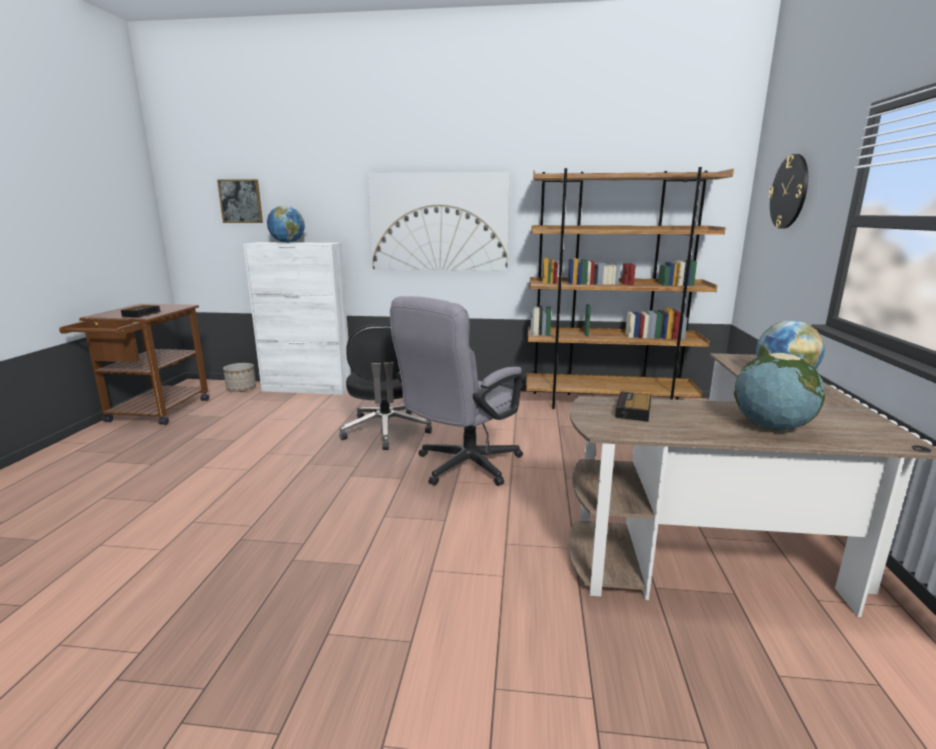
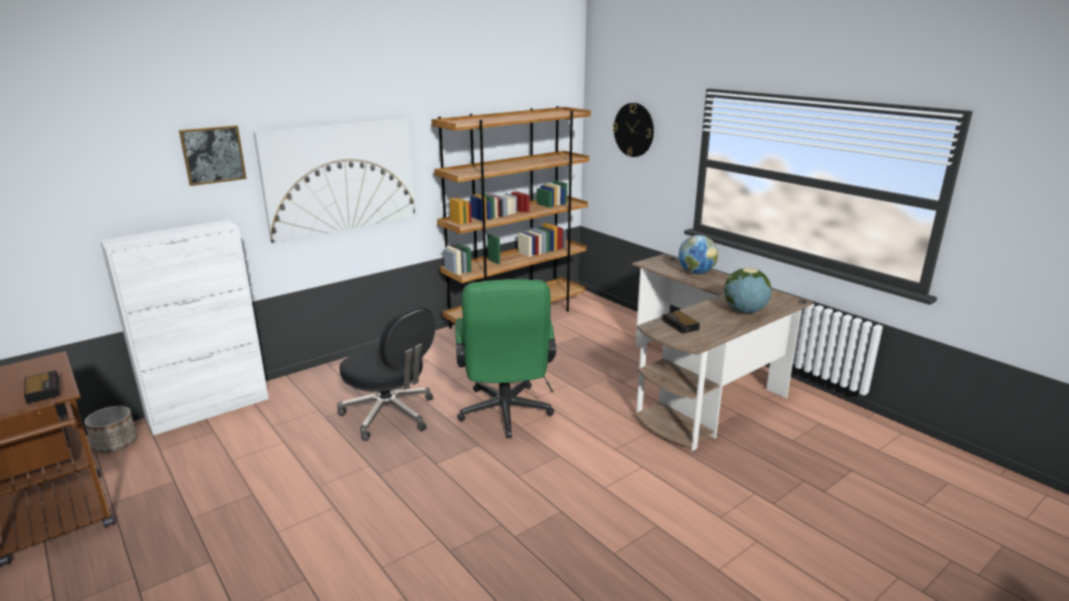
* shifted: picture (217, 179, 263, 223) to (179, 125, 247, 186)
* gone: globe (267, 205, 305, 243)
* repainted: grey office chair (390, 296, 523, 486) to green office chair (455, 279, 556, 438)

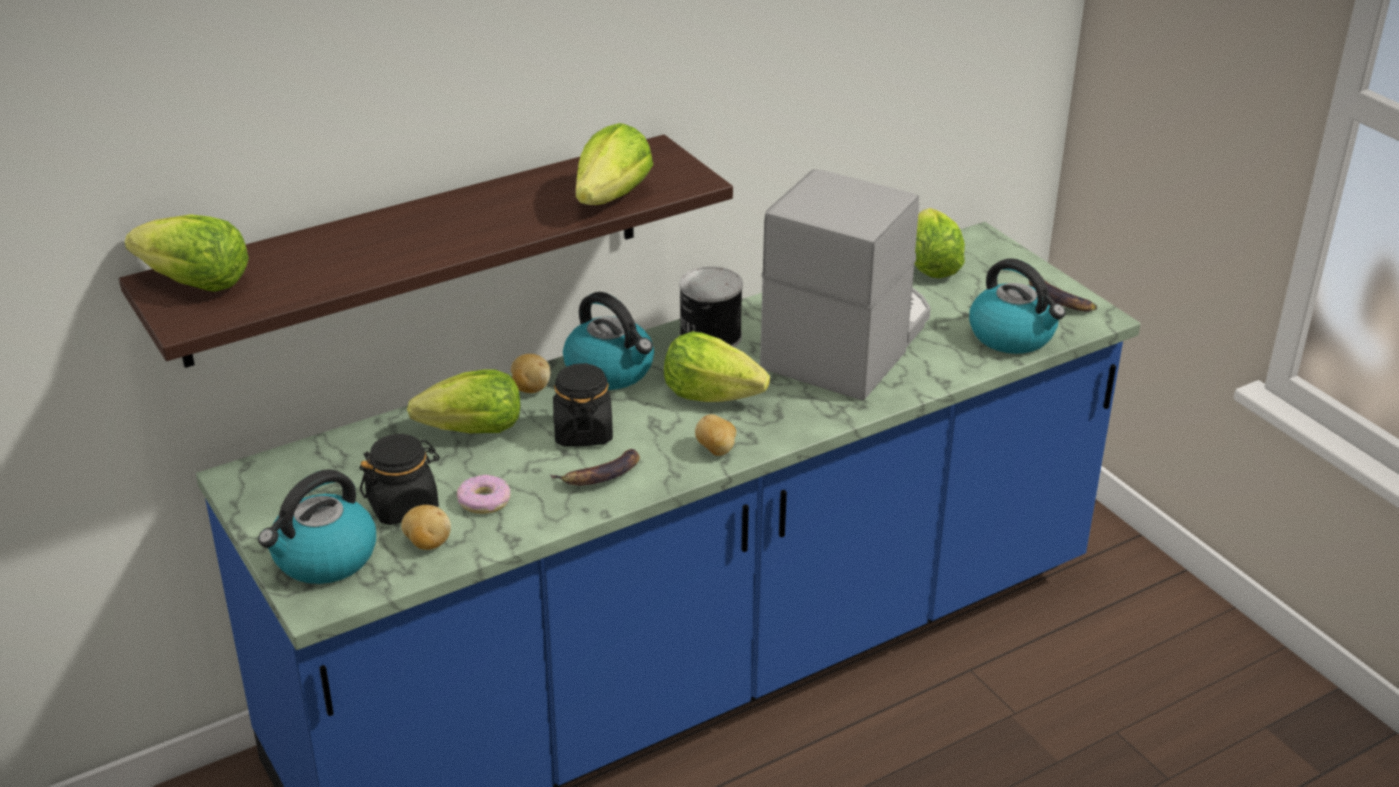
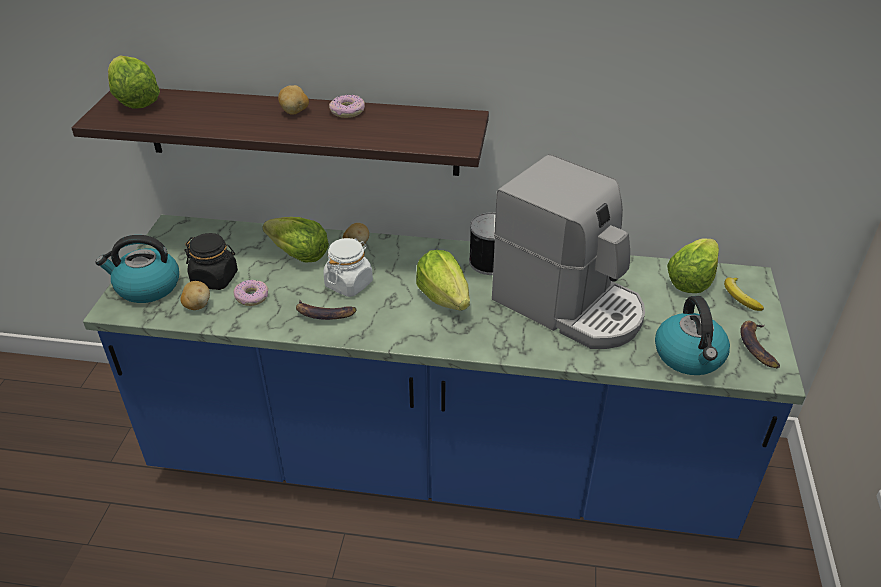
* repainted: black jar (553, 363, 613, 446) to white jar (323, 238, 373, 297)
* gone: kettle (563, 292, 654, 390)
* gone: lettuce (576, 123, 653, 205)
* shifted: potato (695, 414, 736, 456) to (278, 85, 309, 115)
* rotated: coffee machine (760, 169, 931, 401) = (492, 154, 645, 349) 60 degrees clockwise
* new: donut (329, 95, 365, 118)
* new: banana (724, 277, 764, 311)

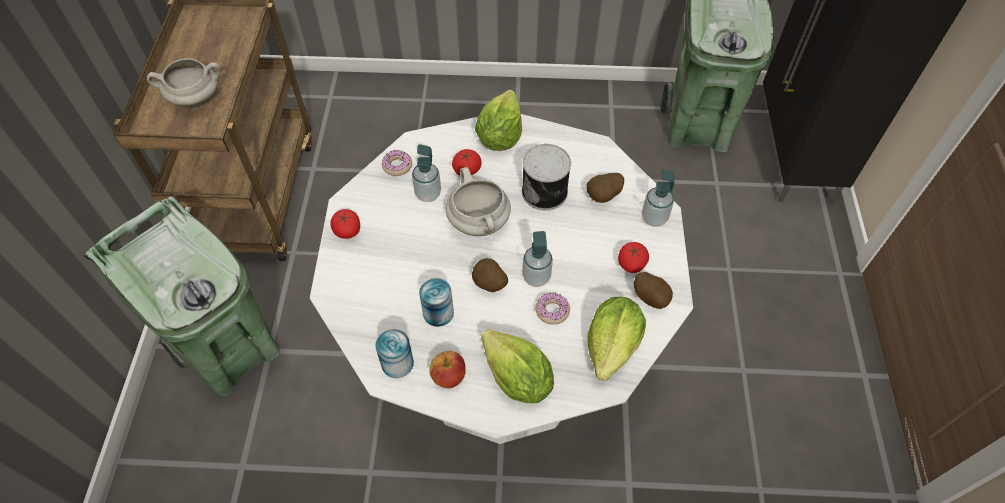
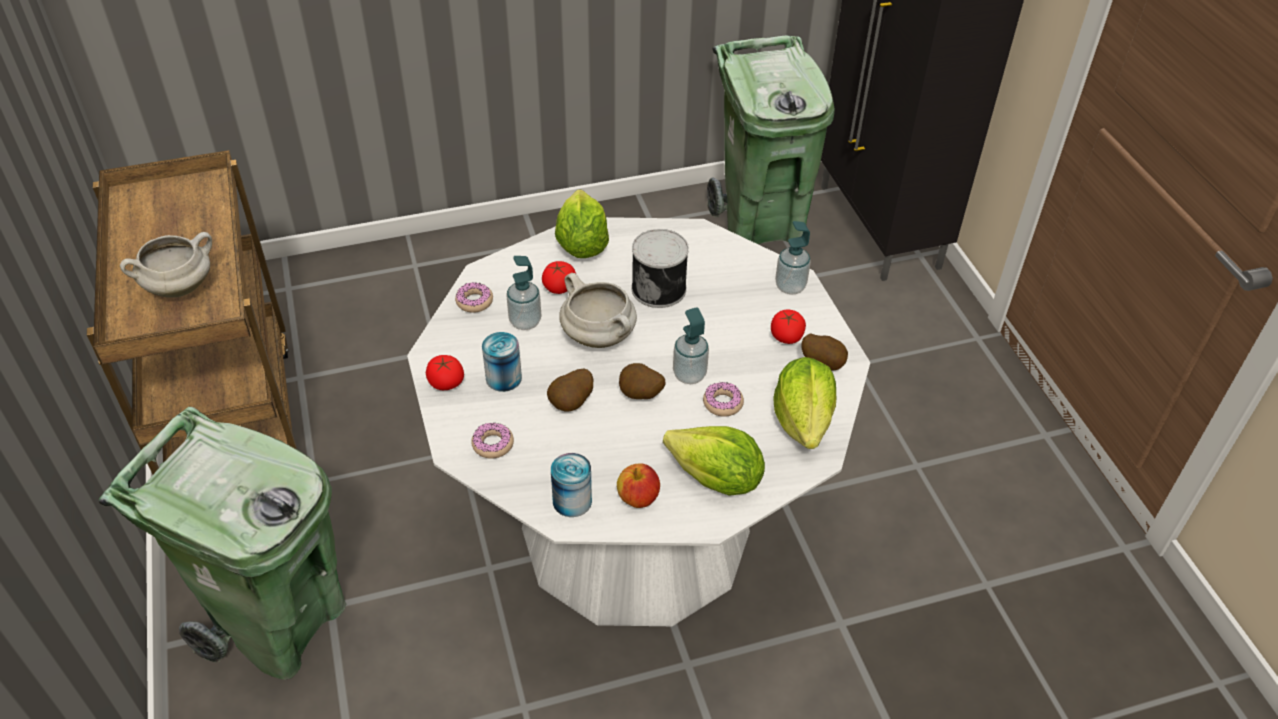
* shifted: can (419, 278, 454, 327) to (482, 332, 522, 392)
* shifted: potato (586, 173, 624, 203) to (547, 368, 593, 412)
* new: donut (471, 422, 514, 459)

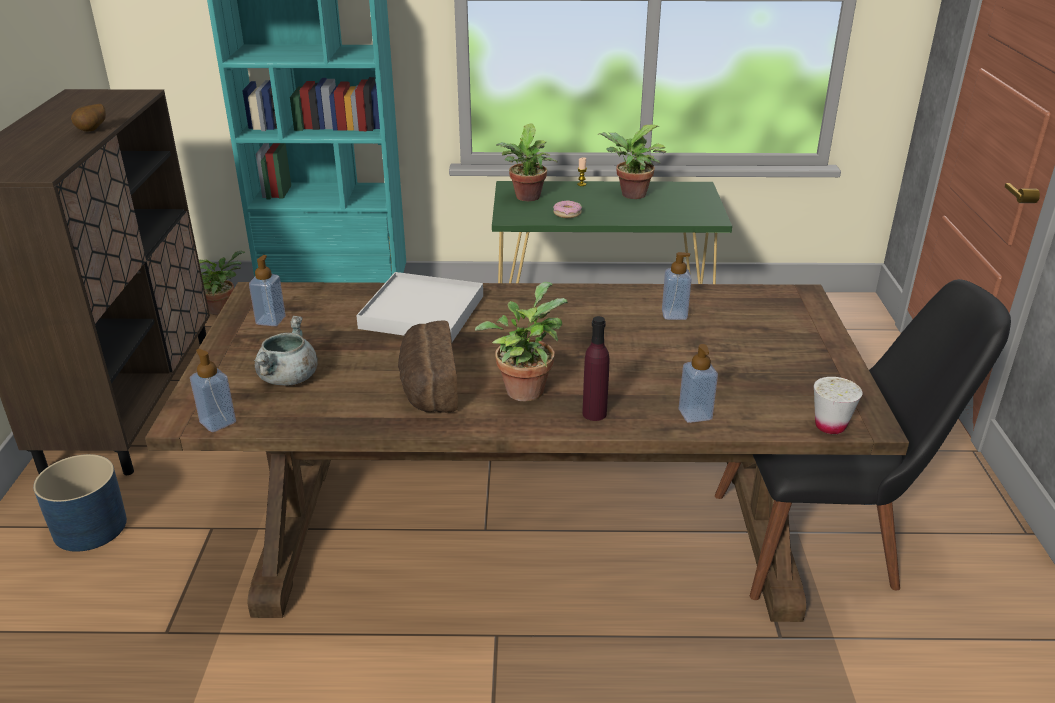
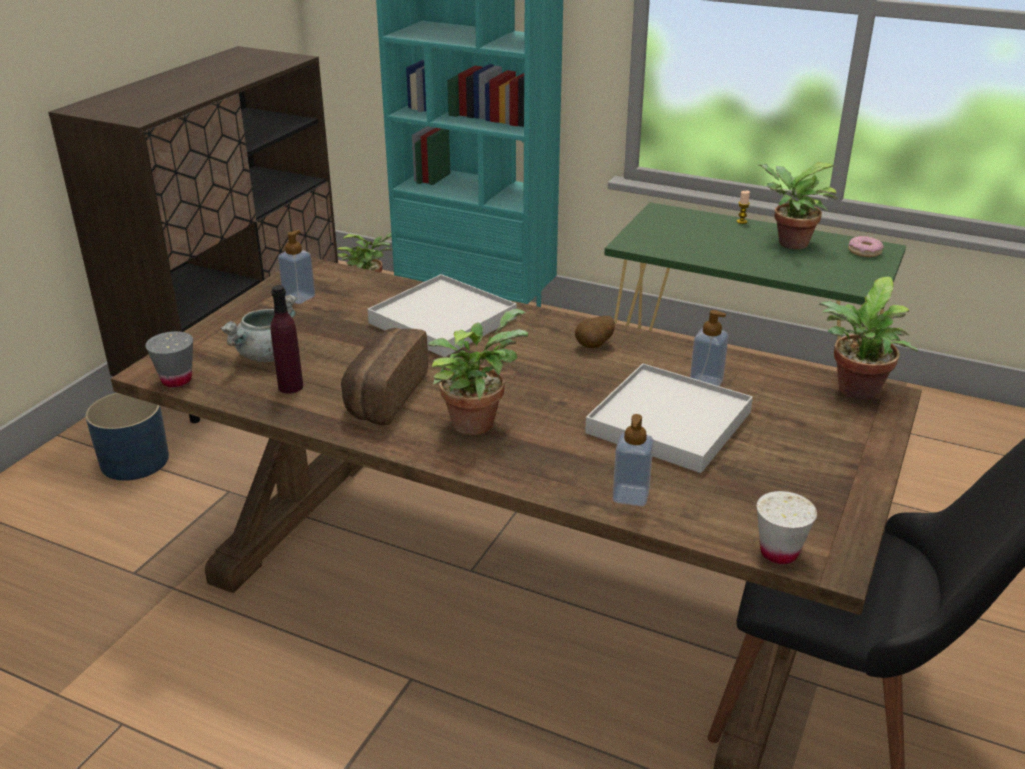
* shifted: potato (71, 104, 106, 131) to (575, 316, 615, 348)
* swapped: soap dispenser (190, 349, 236, 432) to grey cup (145, 331, 193, 387)
* shifted: potted plant (496, 124, 558, 201) to (819, 276, 918, 400)
* shifted: donut (553, 200, 582, 218) to (848, 236, 884, 257)
* shifted: purple bottle (582, 316, 609, 421) to (271, 285, 303, 394)
* new: white tray (585, 363, 753, 473)

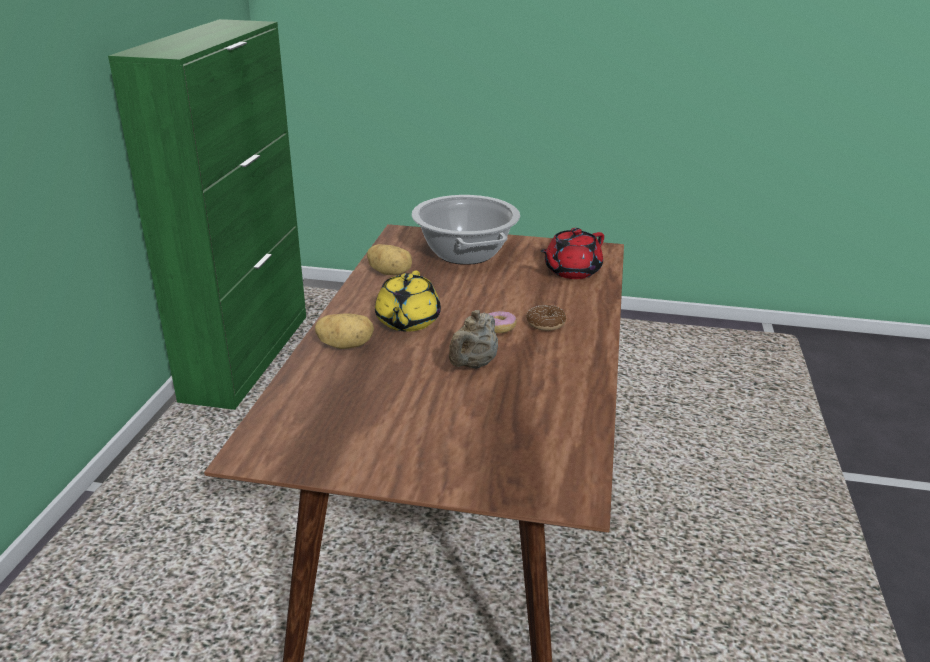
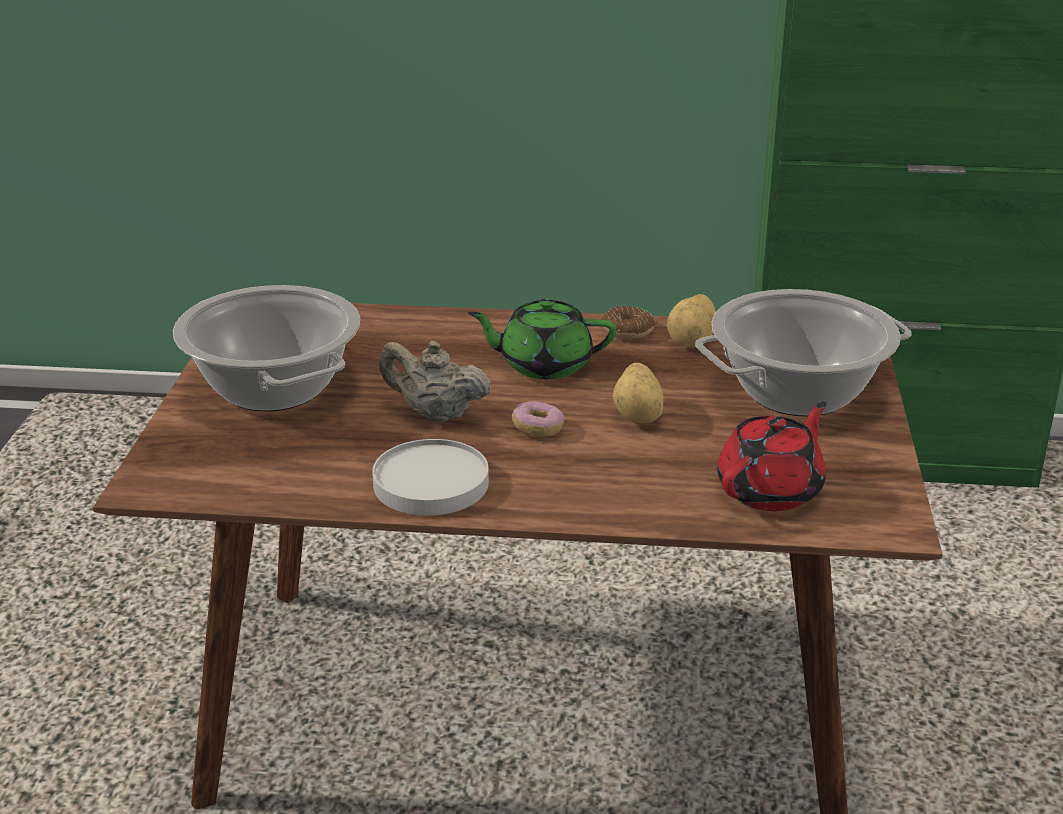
* shifted: potato (315, 313, 374, 349) to (612, 363, 664, 423)
* repainted: yellow teapot (375, 271, 441, 332) to green teapot (468, 298, 616, 379)
* shifted: donut (526, 305, 566, 331) to (602, 306, 655, 339)
* rotated: red teapot (541, 228, 604, 279) = (717, 401, 827, 511) 90 degrees clockwise
* new: cooking pot (173, 285, 360, 412)
* new: white plate (372, 439, 489, 516)

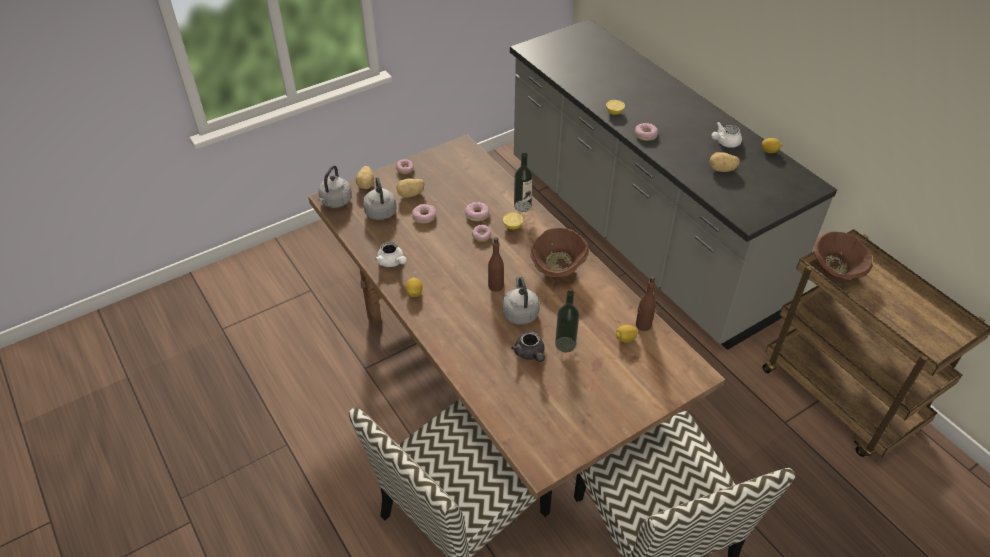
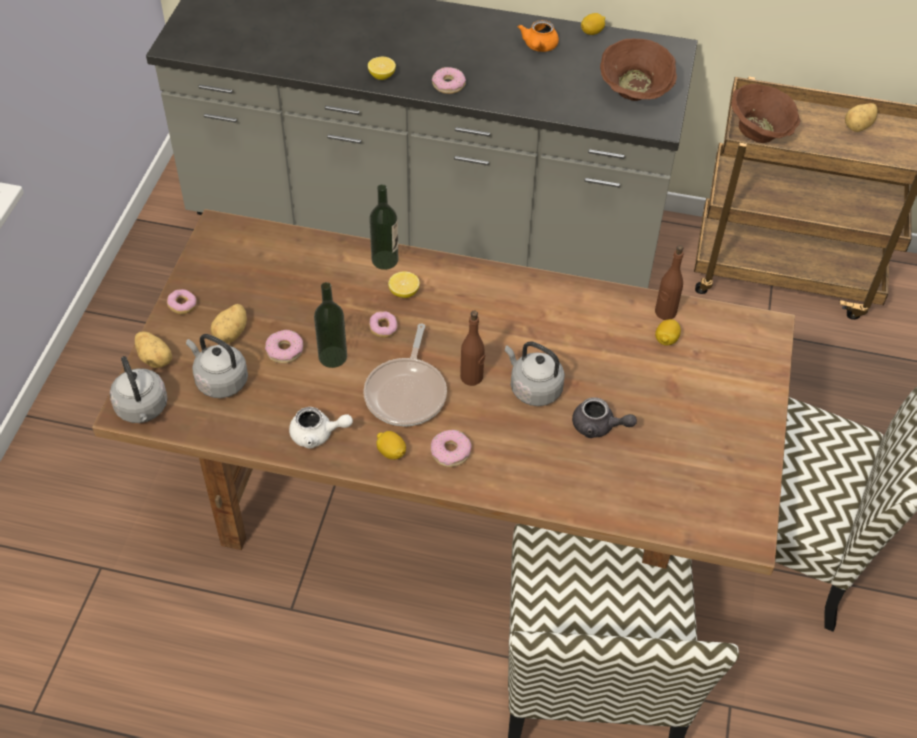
* shifted: donut (465, 202, 489, 221) to (430, 430, 472, 467)
* shifted: brown bowl (531, 228, 589, 277) to (600, 39, 677, 101)
* shifted: bottle (555, 290, 579, 352) to (314, 282, 347, 368)
* shifted: potato (710, 152, 740, 172) to (845, 103, 878, 132)
* repainted: white teapot (711, 122, 742, 148) to orange teapot (518, 20, 559, 52)
* new: frying pan (363, 324, 447, 427)

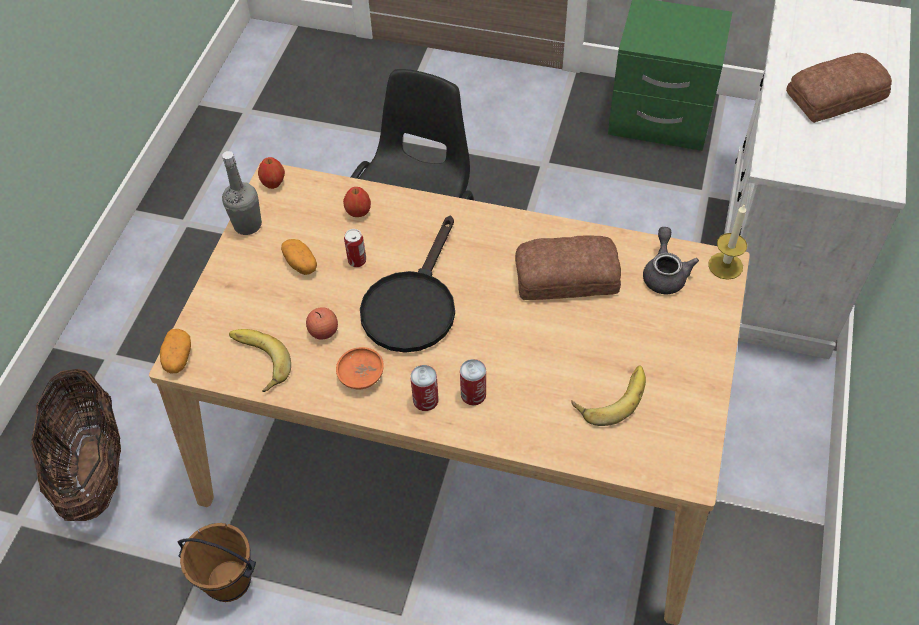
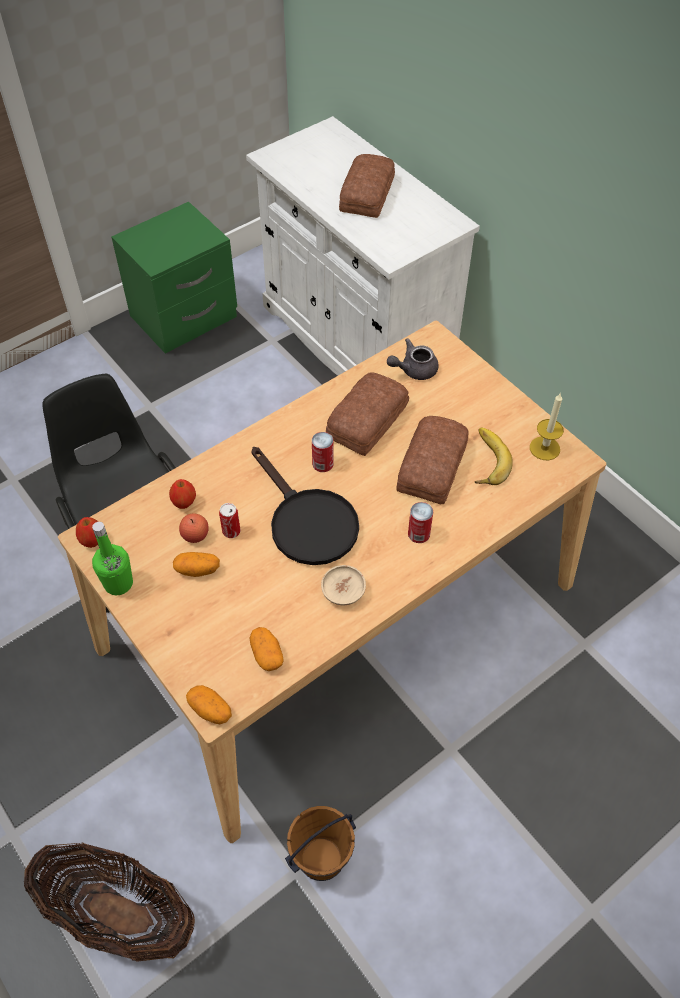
* repainted: grey bottle (222, 151, 262, 235) to green bottle (92, 522, 133, 595)
* swapped: banana (229, 329, 291, 392) to potato (249, 627, 284, 671)
* shifted: apple (306, 307, 338, 340) to (179, 513, 209, 543)
* repainted: orange bowl (336, 347, 384, 389) to beige bowl (321, 565, 366, 605)
* shifted: can (410, 365, 439, 411) to (312, 432, 334, 472)
* rotated: grey teapot (643, 227, 699, 295) = (387, 338, 439, 380) 60 degrees counterclockwise
* shifted: candle (708, 205, 747, 280) to (530, 393, 564, 461)
* new: bread (396, 416, 468, 504)

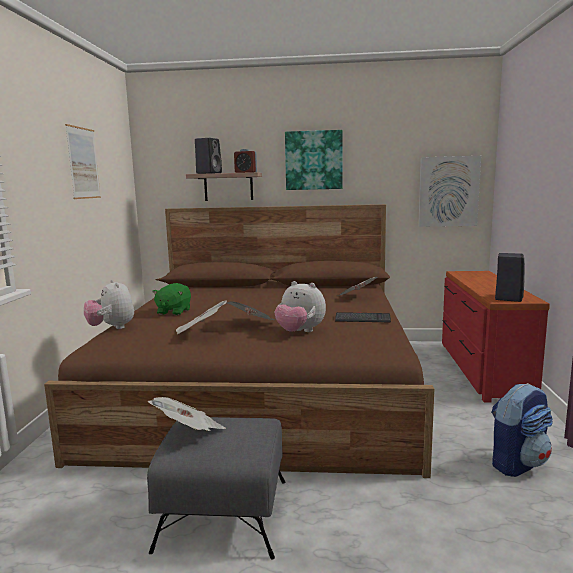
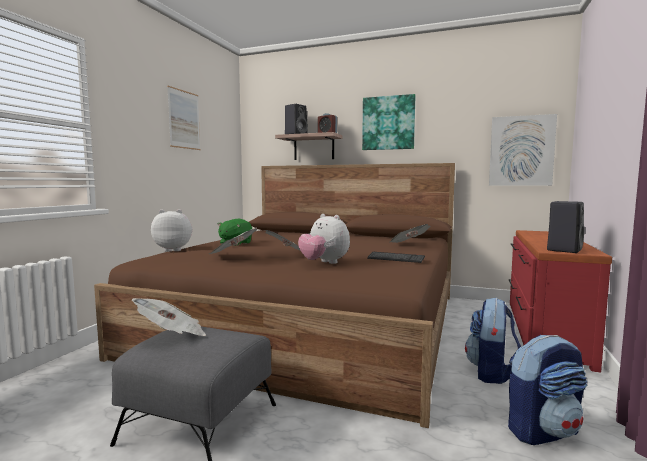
* rotated: plush toy (84, 280, 134, 329) = (151, 209, 193, 251) 105 degrees clockwise
* new: backpack (465, 298, 521, 384)

